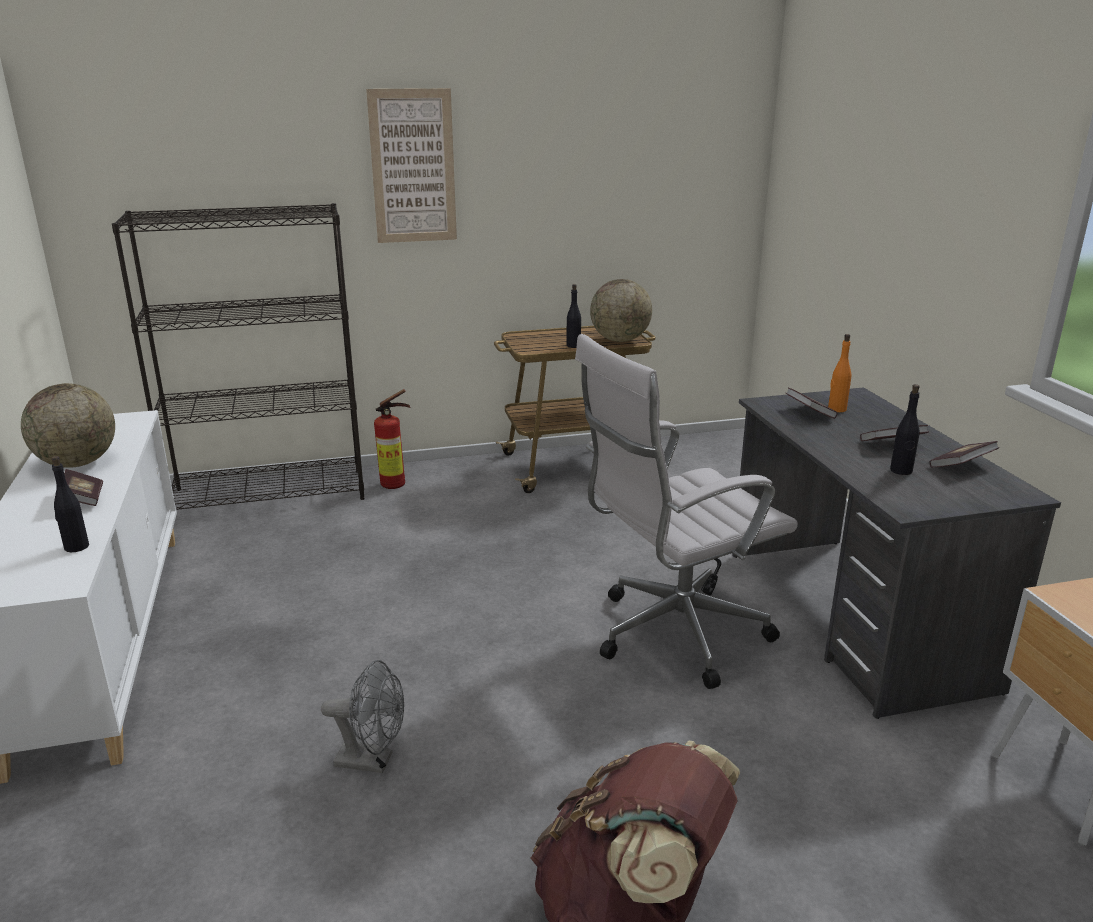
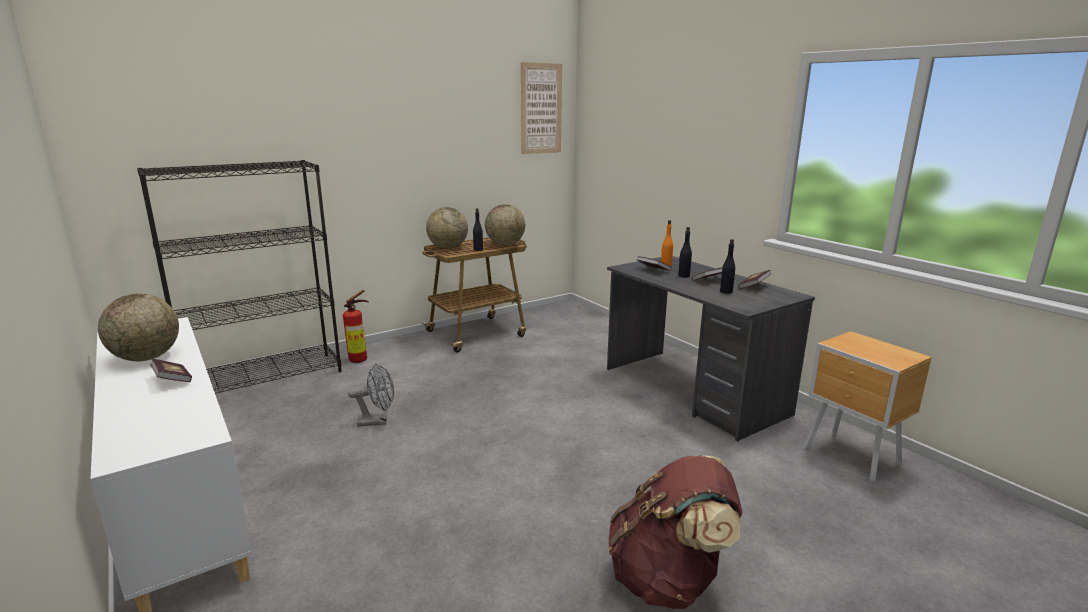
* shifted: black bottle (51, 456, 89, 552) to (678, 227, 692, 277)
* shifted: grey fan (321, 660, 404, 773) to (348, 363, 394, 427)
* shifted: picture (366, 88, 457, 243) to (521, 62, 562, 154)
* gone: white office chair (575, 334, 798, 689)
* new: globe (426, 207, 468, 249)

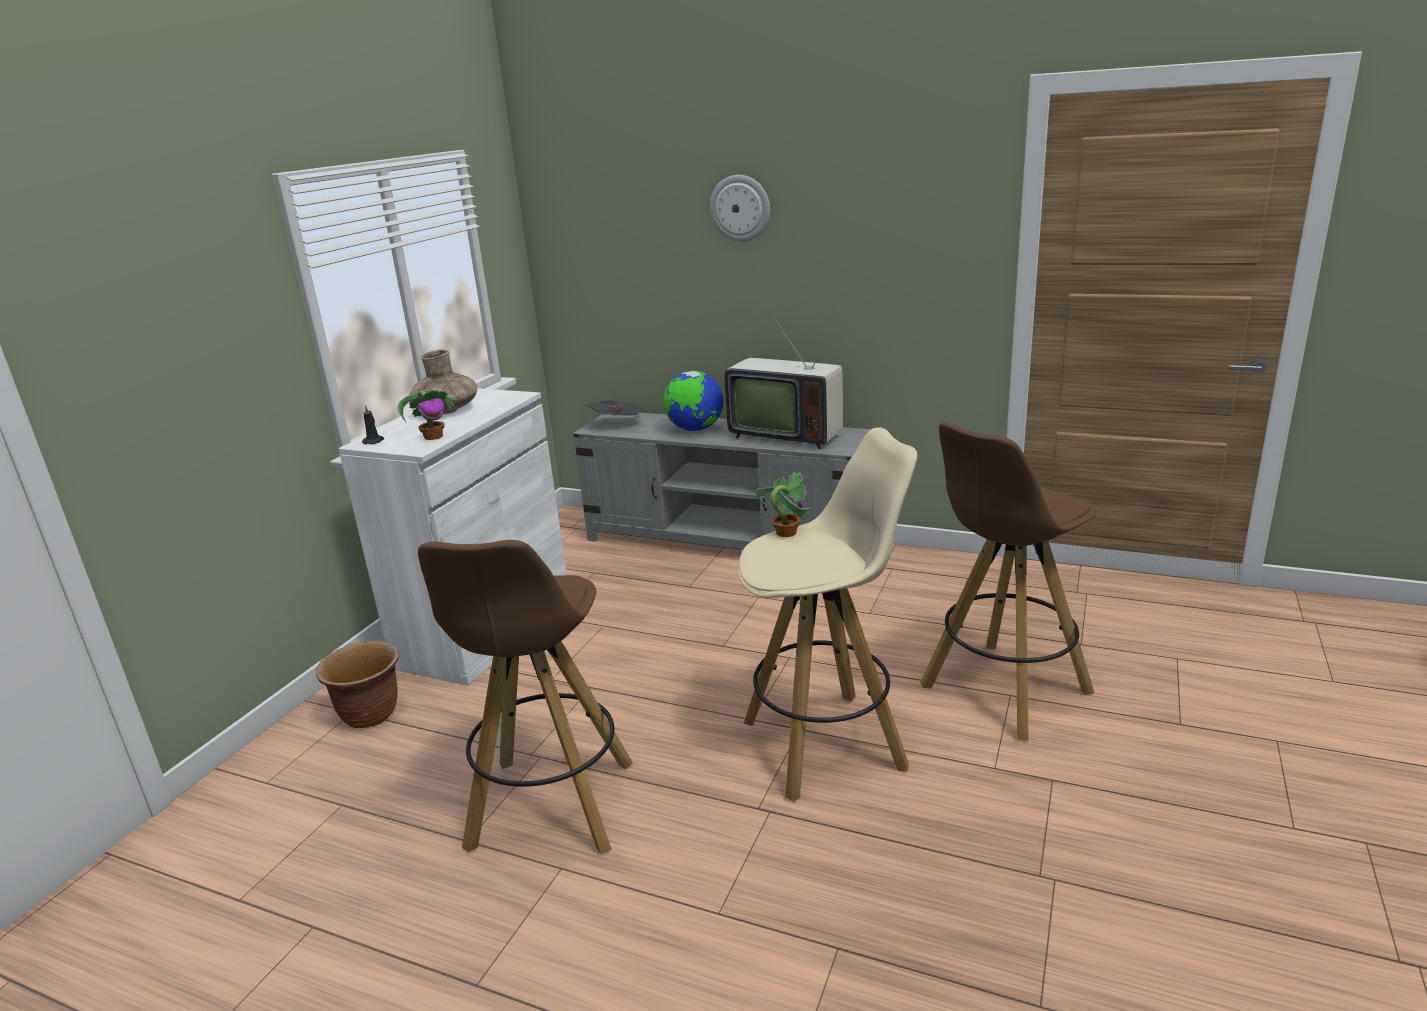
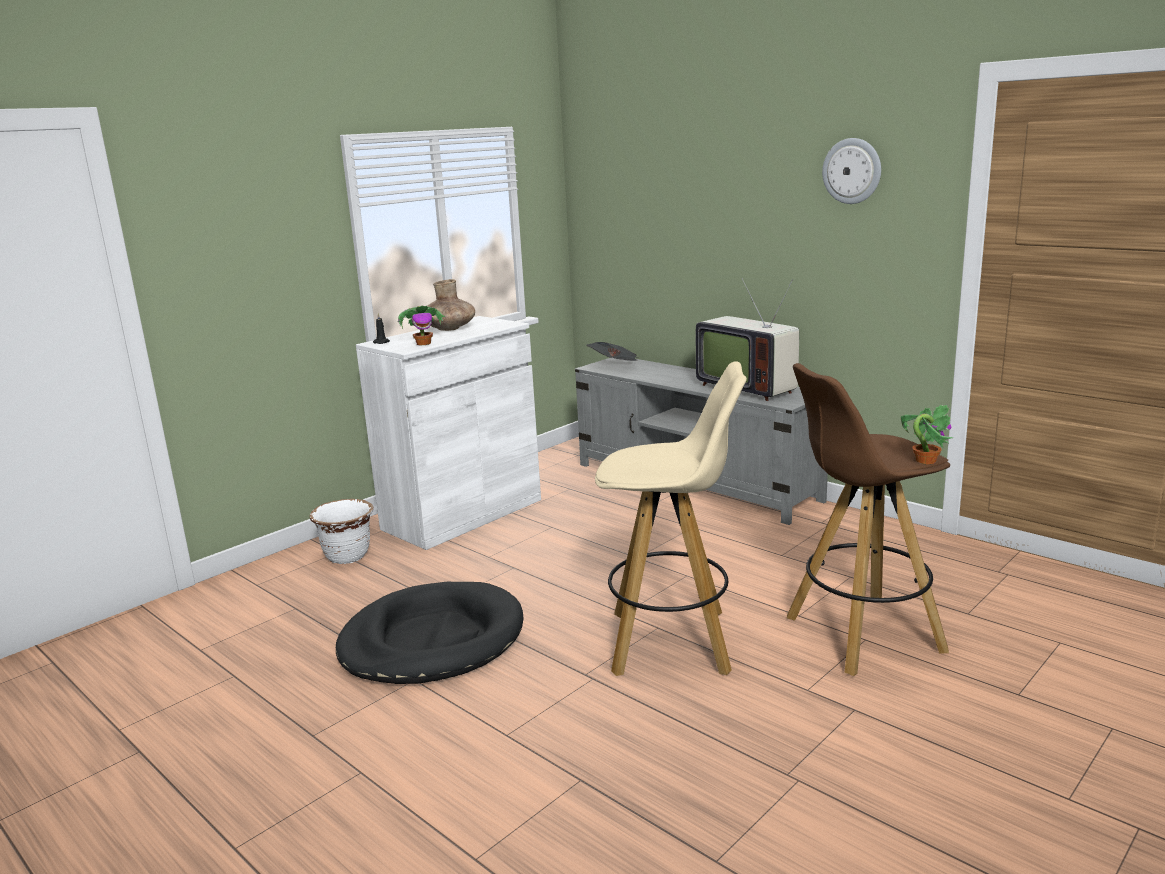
* repainted: brown planter (316, 641, 399, 728) to white planter (310, 499, 374, 564)
* swapped: brown stool (418, 540, 633, 854) to black dog bed (336, 582, 524, 684)
* gone: globe (663, 371, 724, 431)
* shifted: wall clock (710, 175, 770, 242) to (822, 138, 881, 204)
* shifted: potted plant (756, 472, 812, 537) to (901, 405, 953, 464)

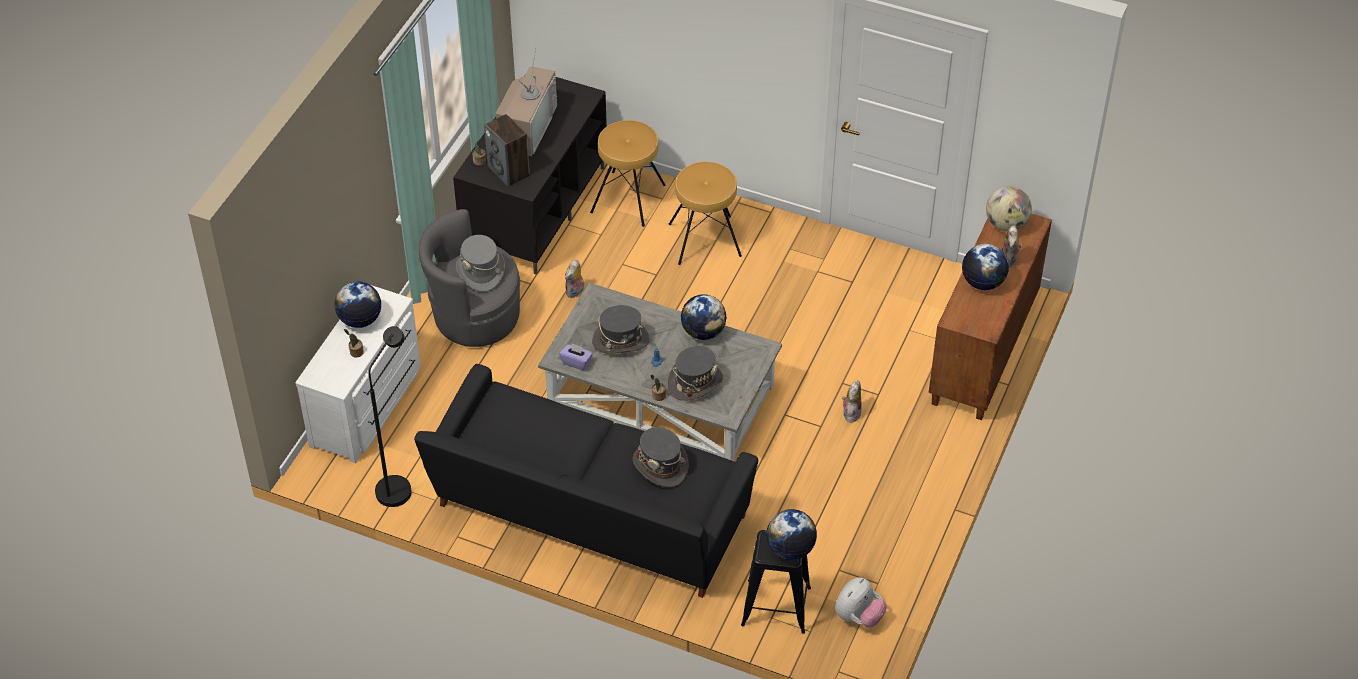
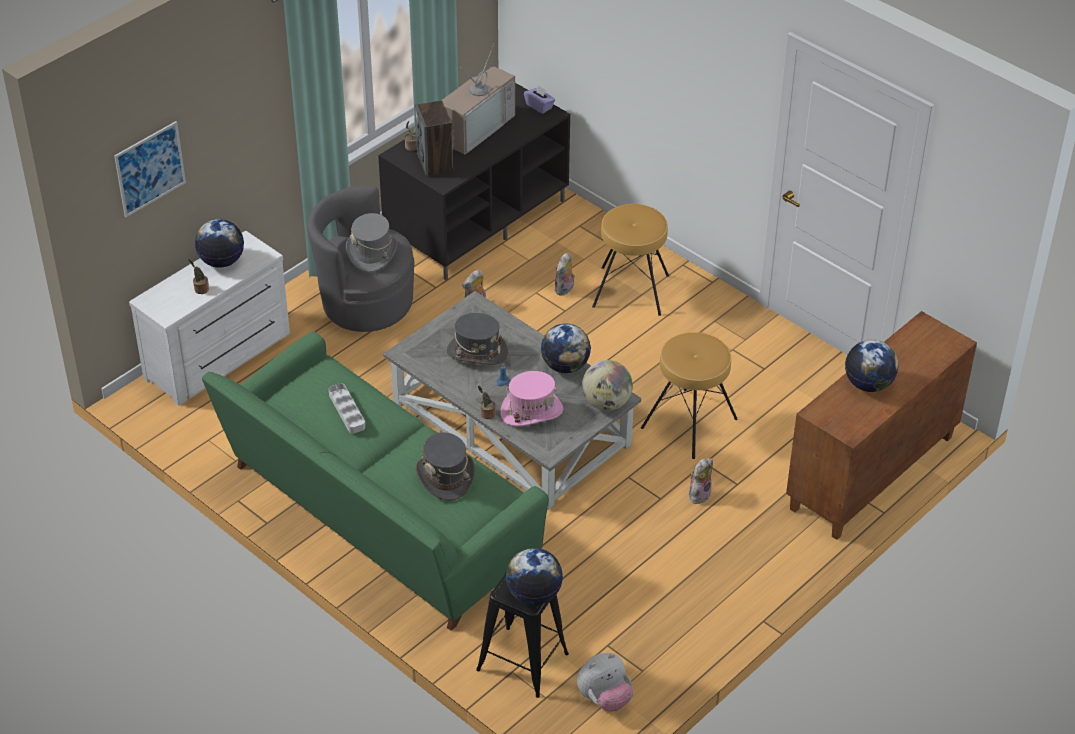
* gone: black floor lamp (368, 326, 412, 507)
* repainted: black sofa (414, 364, 758, 598) to green sofa (202, 331, 549, 631)
* shifted: purple tissue box (559, 343, 593, 370) to (524, 85, 555, 114)
* shifted: brown stool (590, 120, 666, 227) to (641, 332, 738, 459)
* repainted: grey hat (668, 346, 723, 401) to pink hat (500, 371, 563, 426)
* shifted: globe (986, 186, 1032, 231) to (582, 360, 633, 411)
* shifted: plush toy (1001, 225, 1022, 268) to (554, 253, 575, 296)
* new: picture (114, 121, 186, 217)
* new: grey tray (329, 384, 365, 433)

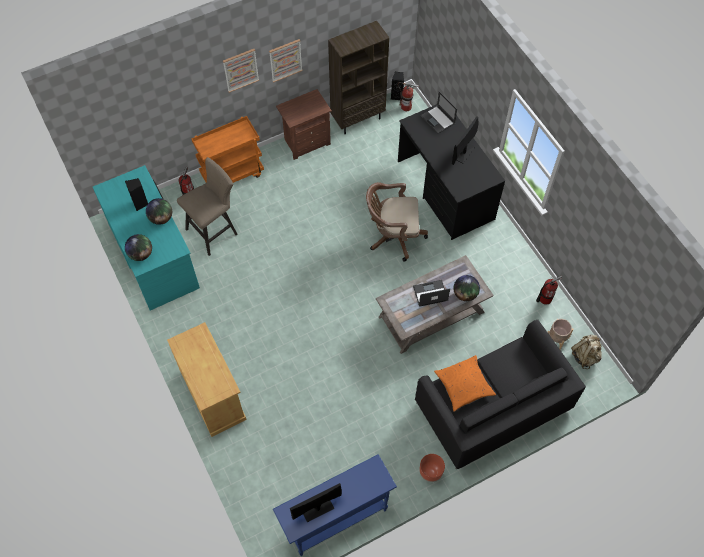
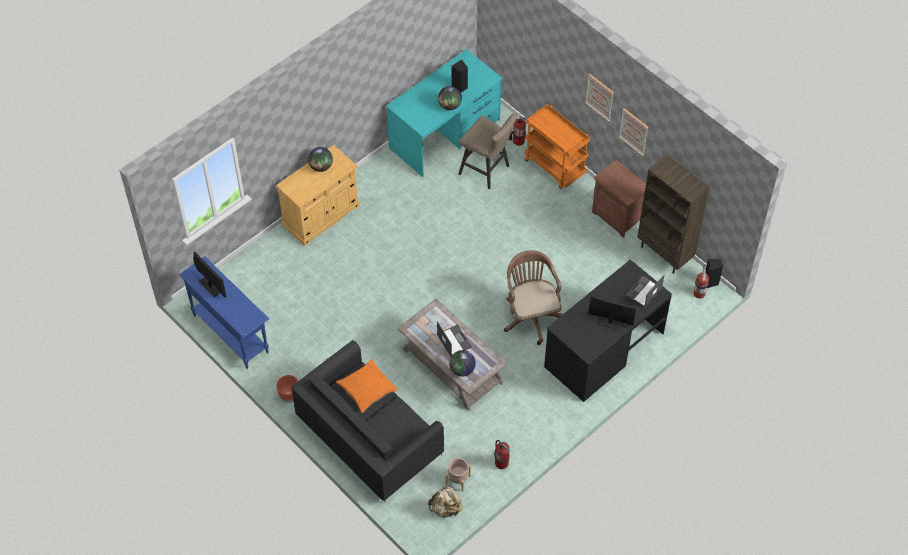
* shifted: globe (125, 234, 152, 261) to (308, 147, 333, 172)

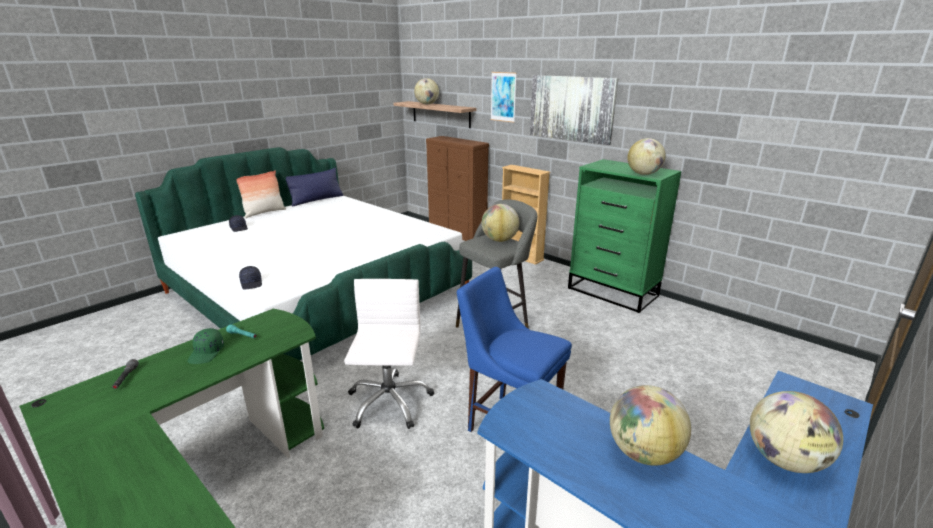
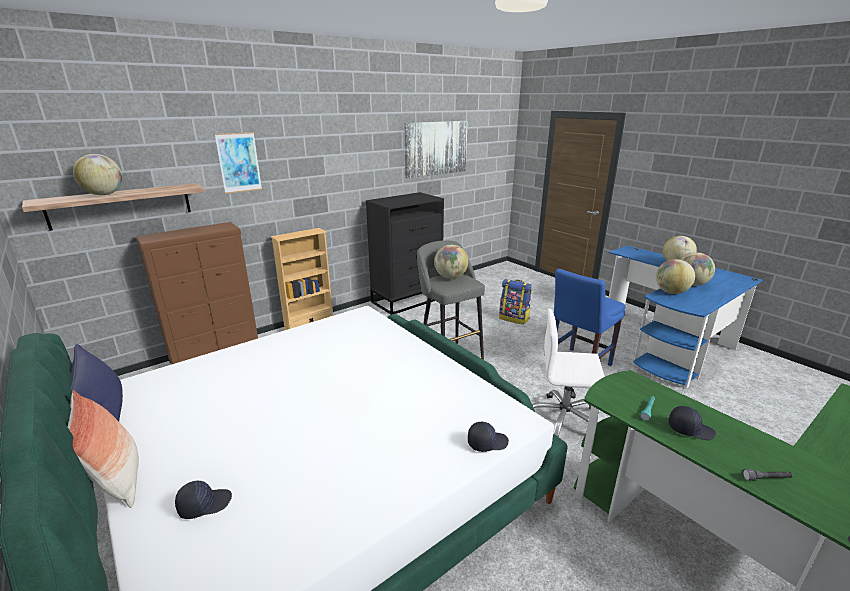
* repainted: green cap (187, 328, 224, 364) to black cap (668, 406, 716, 440)
* shifted: picture (530, 75, 618, 145) to (404, 121, 468, 178)
* repainted: green dresser (568, 159, 681, 313) to black dresser (366, 192, 444, 315)
* shifted: globe (628, 138, 666, 175) to (656, 259, 695, 294)
* new: backpack (499, 279, 532, 325)

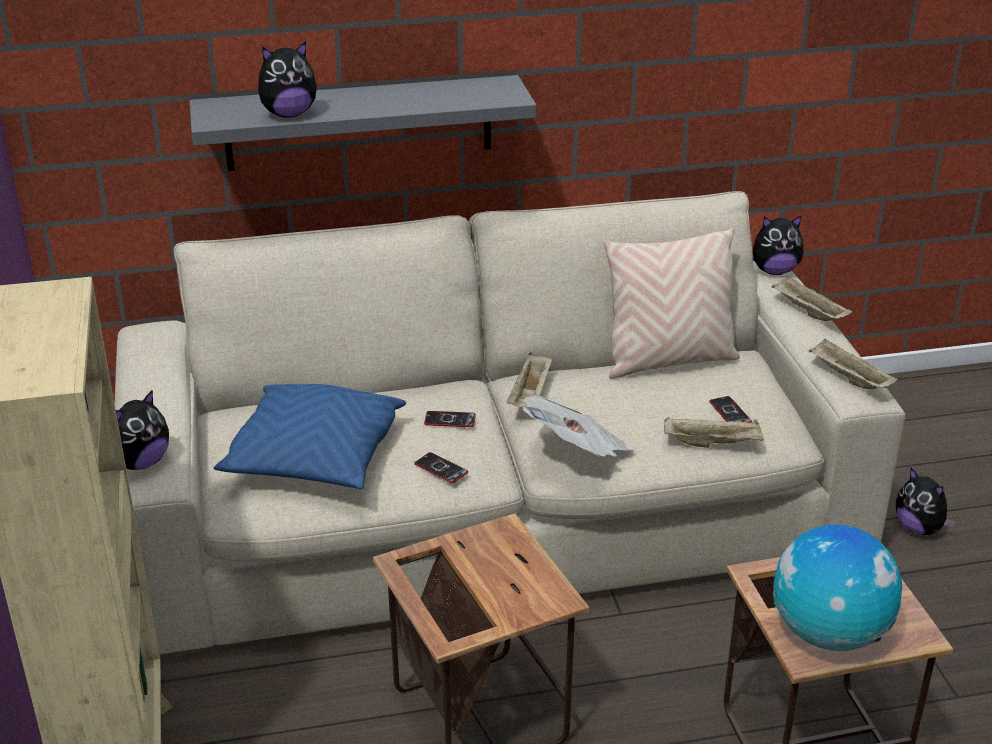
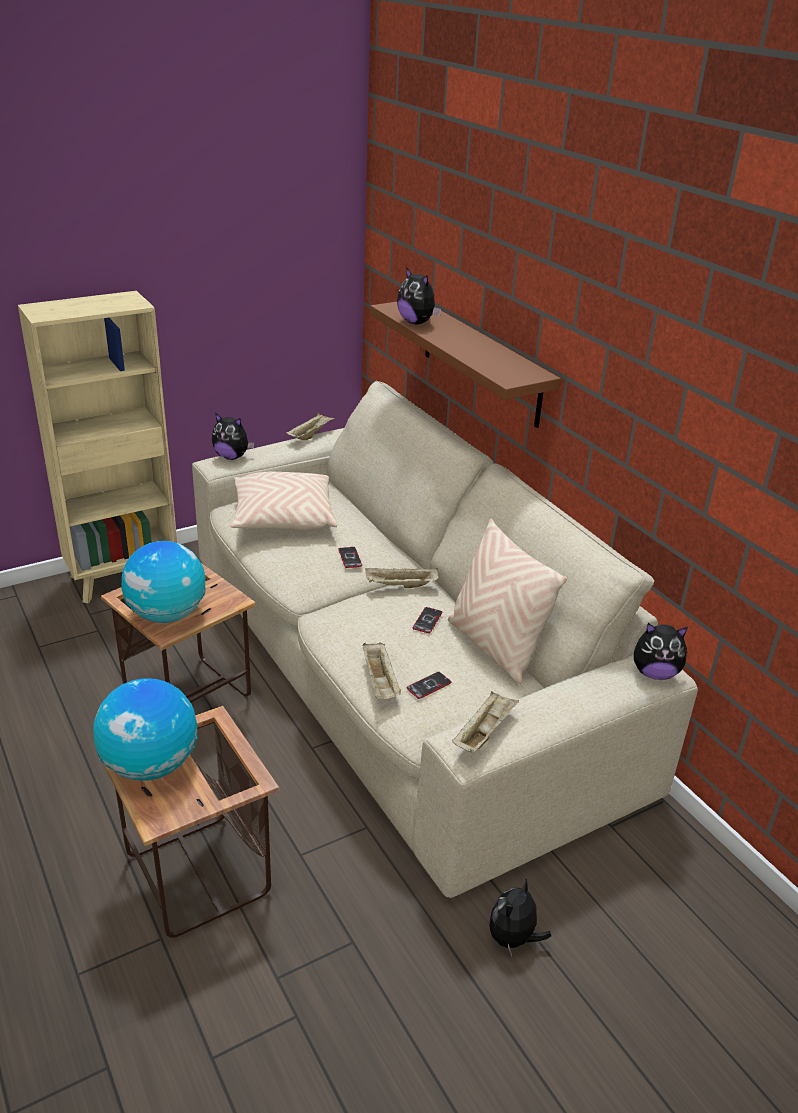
* repainted: grey shelf (190, 75, 536, 171) to brown shelf (370, 302, 561, 428)
* repainted: blue pillow (214, 384, 406, 489) to beige pillow (230, 472, 337, 531)
* shifted: phone (414, 452, 468, 483) to (412, 607, 443, 633)
* gone: newspaper (522, 395, 634, 457)
* rotated: plush toy (753, 215, 803, 275) = (634, 623, 688, 680) 60 degrees counterclockwise
* shifted: beige tray (772, 276, 853, 321) to (286, 413, 335, 440)
* new: globe (121, 541, 206, 623)

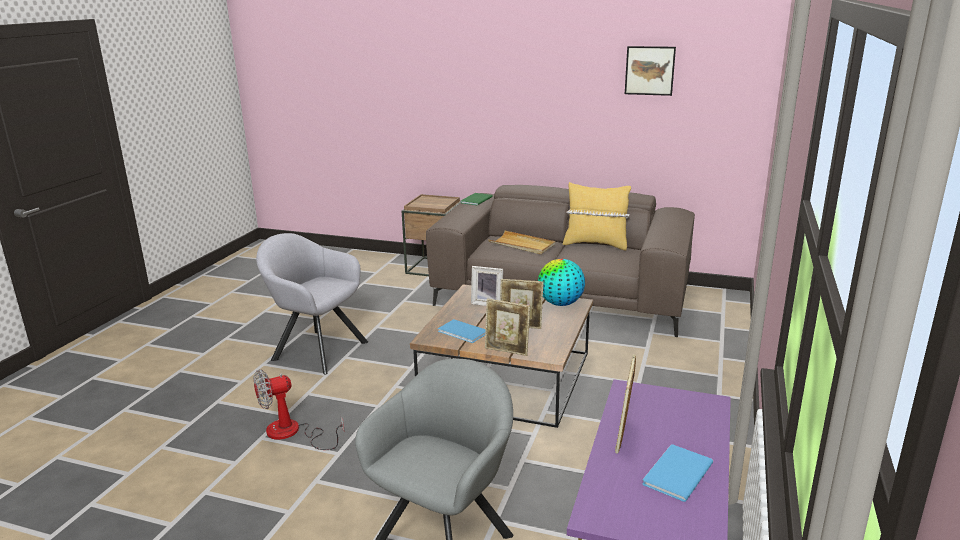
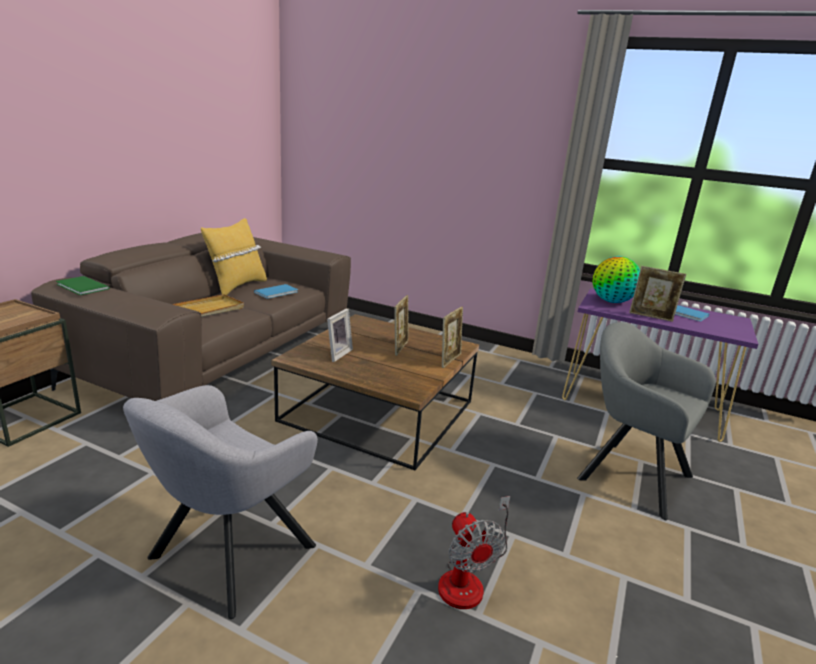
* shifted: blue book (438, 319, 486, 343) to (254, 284, 298, 299)
* shifted: globe (538, 259, 585, 306) to (592, 256, 640, 303)
* gone: picture (625, 46, 676, 96)

